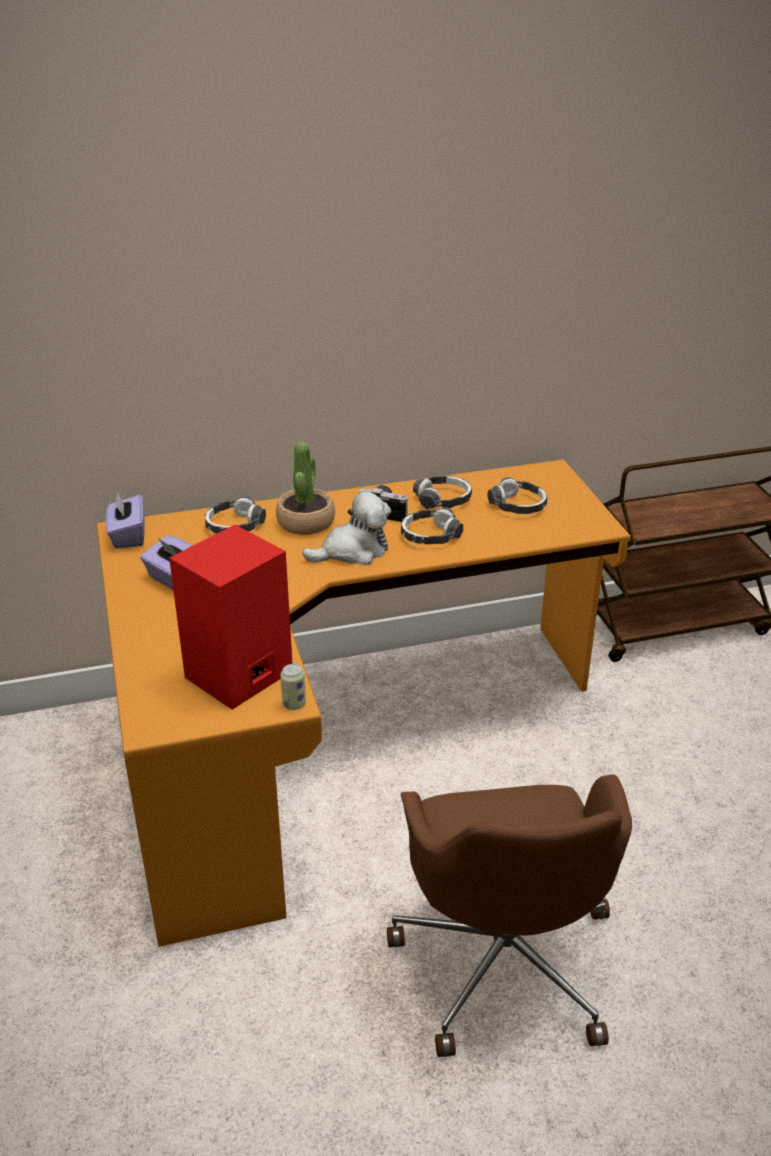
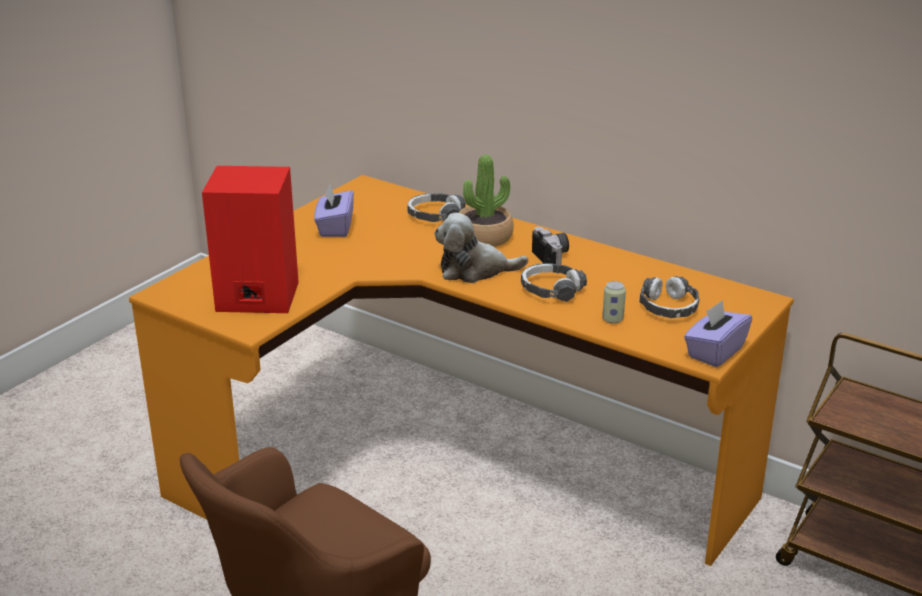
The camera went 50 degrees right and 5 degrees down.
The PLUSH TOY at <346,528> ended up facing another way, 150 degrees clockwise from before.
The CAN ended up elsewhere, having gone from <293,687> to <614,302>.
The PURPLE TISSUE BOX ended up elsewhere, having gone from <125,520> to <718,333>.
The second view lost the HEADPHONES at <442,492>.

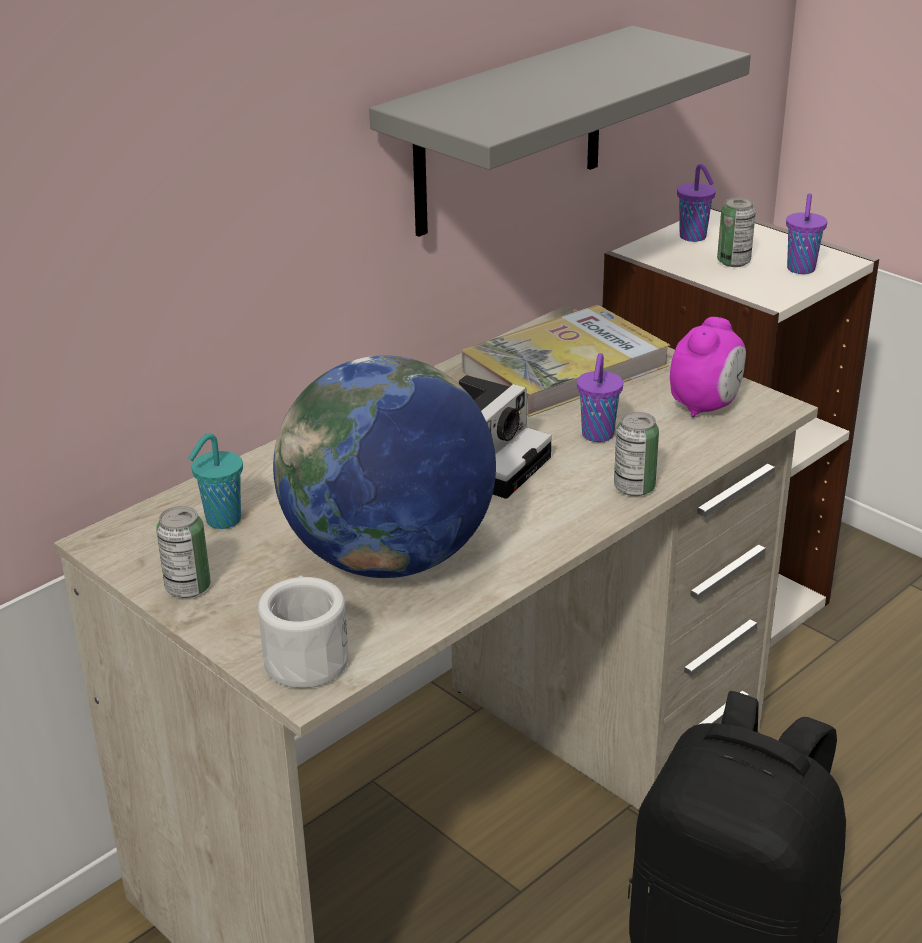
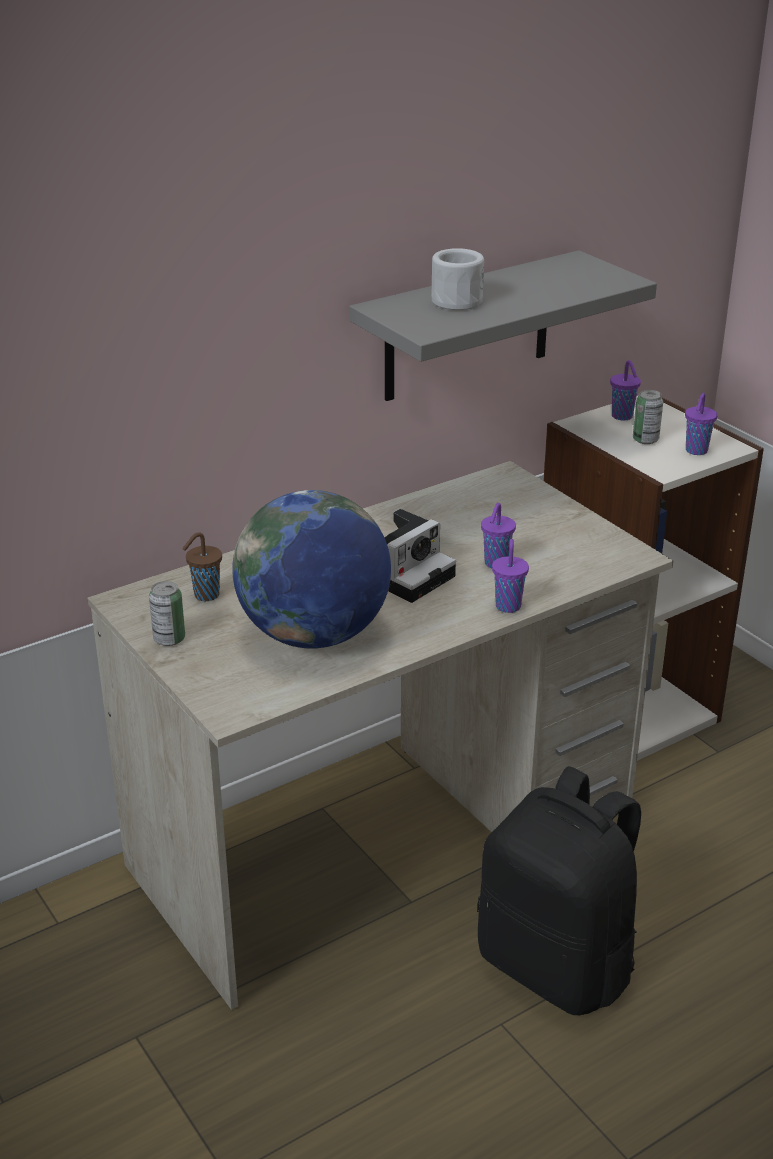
The camera went 10 degrees right and 0 degrees up.
What was the TURQUOISE CUP at <215,481> turned into the BROWN CUP at <202,566>.
The WHITE MUG ended up elsewhere, having gone from <303,631> to <458,279>.
Where the CAN stood at <636,454>, the PURPLE CUP came to stand at <510,576>.
The second view lost the BOOK at <566,361>.
The second view lost the ALARM CLOCK at <708,367>.

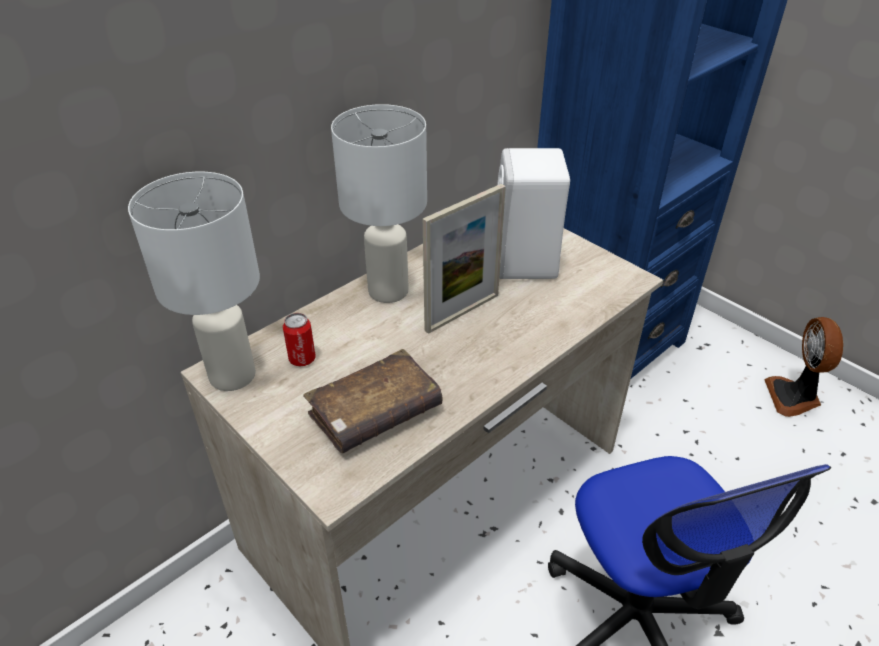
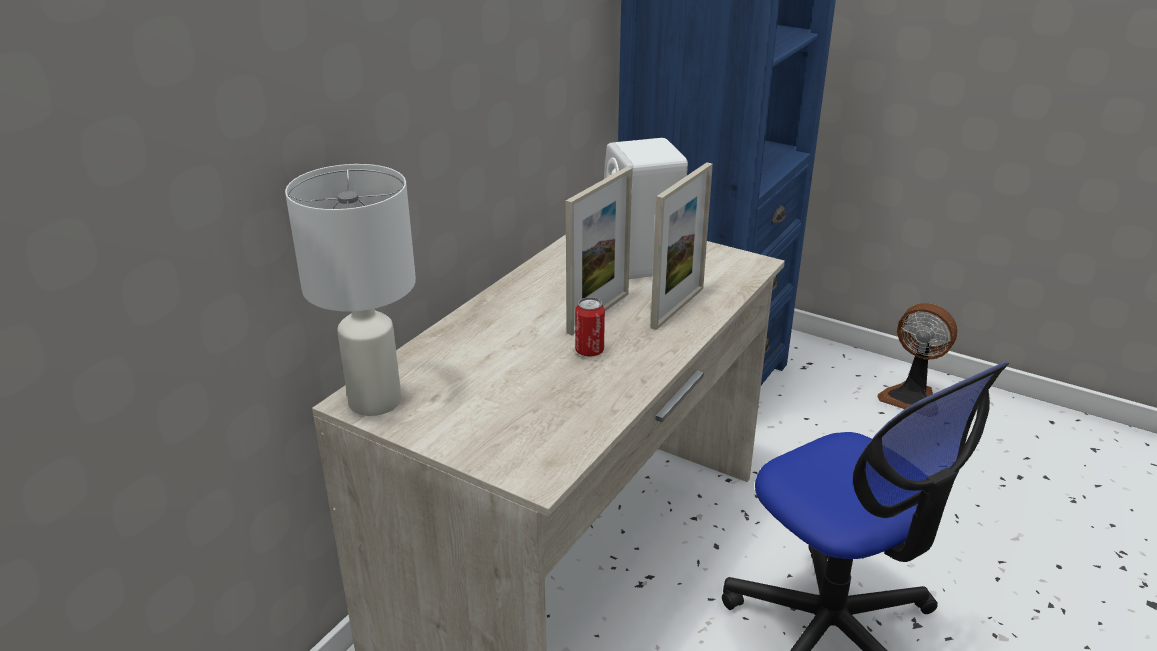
The camera went 15 degrees left and 10 degrees down.
The CAN ended up elsewhere, having gone from <299,339> to <590,327>.
The second view gained the PICTURE FRAME at <681,246>.
The FAN at <803,367> ended up facing another way, 45 degrees counterclockwise from before.
The second view lost the BROWN BOOK at <372,401>.
The second view lost the WHITE TABLE LAMP at <379,203>.

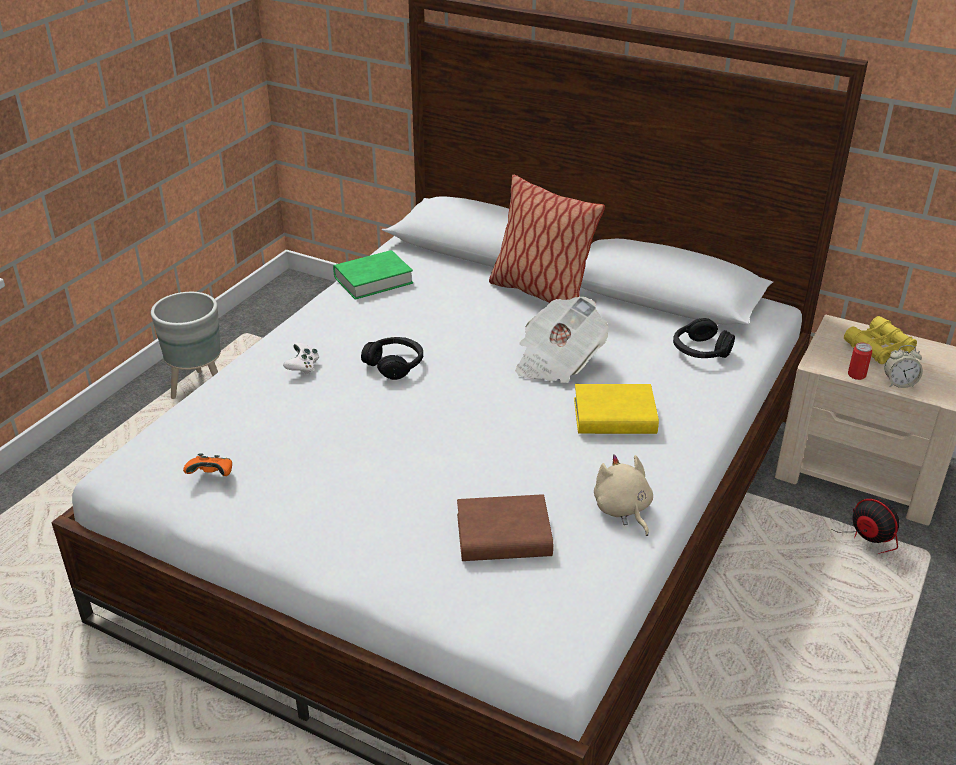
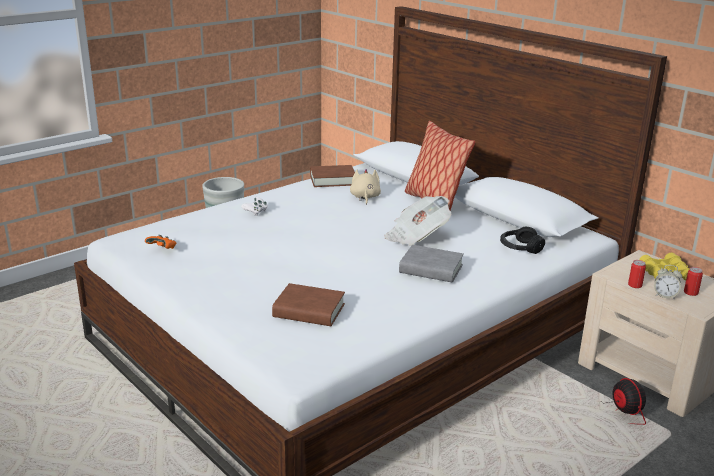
The camera went 20 degrees right and 10 degrees down.
What was the GREEN BOOK at <373,275> turned into the BROWN BOOK at <332,176>.
The BEIGE PLUSH TOY ended up elsewhere, having gone from <623,495> to <365,187>.
What was the YELLOW BOOK at <616,409> turned into the GREY BOOK at <431,264>.
The second view gained the CAN at <693,281>.
The second view lost the BLACK HEADPHONES at <392,358>.

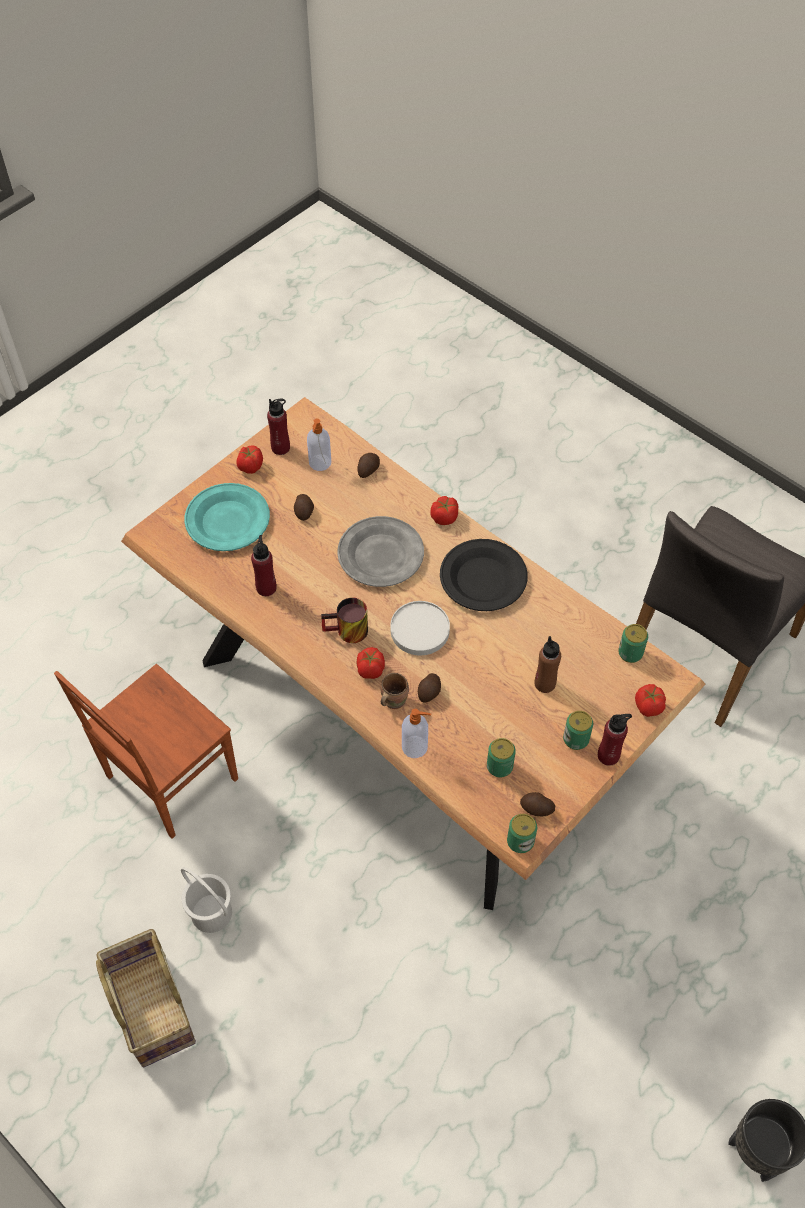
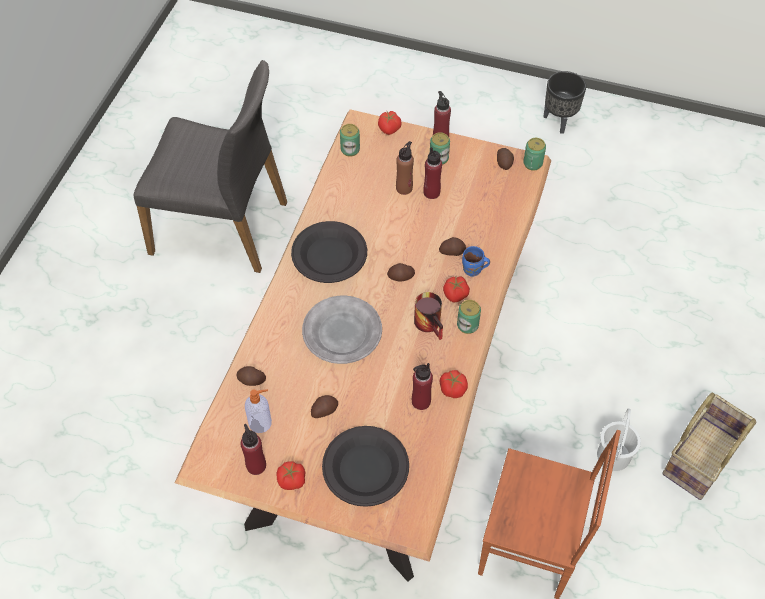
The camera went 115 degrees left and 0 degrees up.
What was the TURQUOISE PLATE at <227,517> turned into the BLACK PLATE at <365,466>.
Where the WHITE PLATE stood at <420,628>, the POTATO came to stand at <401,272>.
The second view gained the RED BOTTLE at <432,173>.
The TOMATO ended up elsewhere, having gone from <444,510> to <454,384>.
The CAN ended up elsewhere, having gone from <501,758> to <469,317>.
What was the BROWN MUG at <395,691> turned into the BLUE MUG at <476,261>.
The second view lost the SOAP DISPENSER at <416,733>.

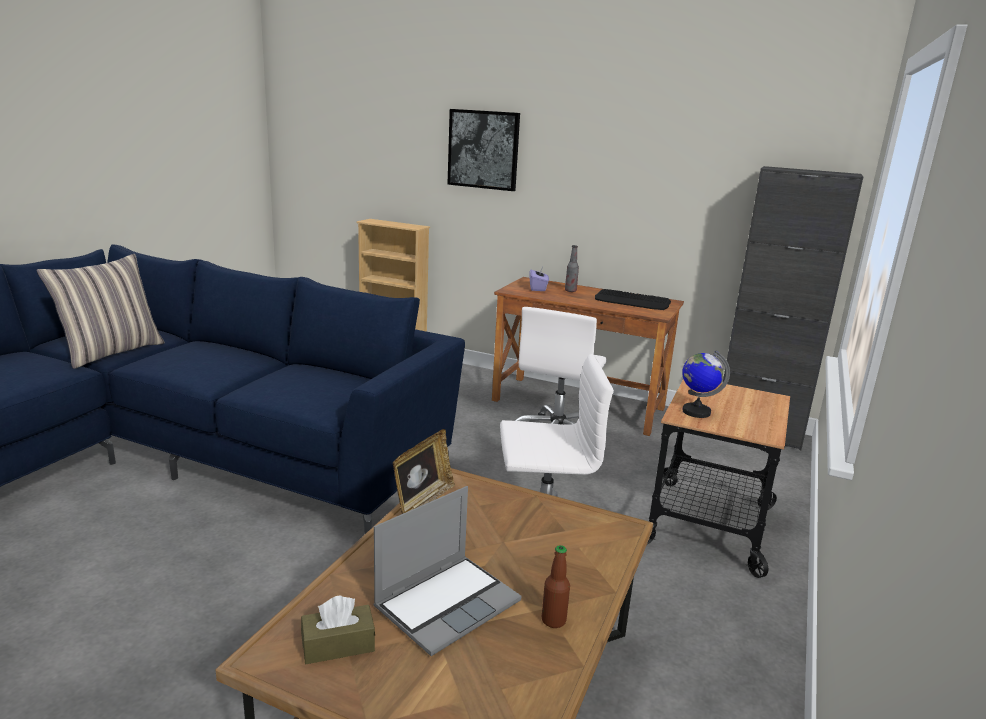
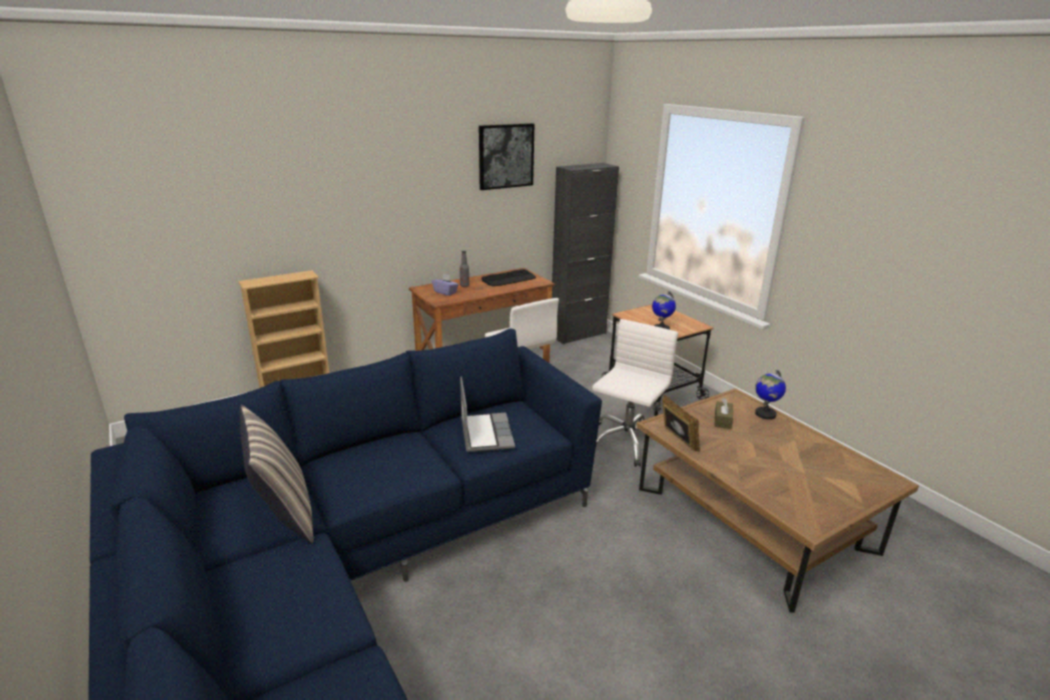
The camera went 55 degrees left and 5 degrees up.
The LAPTOP ended up elsewhere, having gone from <447,571> to <487,414>.
The PICTURE ended up elsewhere, having gone from <483,150> to <506,156>.
The BROWN TISSUE BOX ended up elsewhere, having gone from <338,629> to <724,413>.
The second view gained the GLOBE at <770,395>.
The second view lost the BOTTLE at <556,586>.

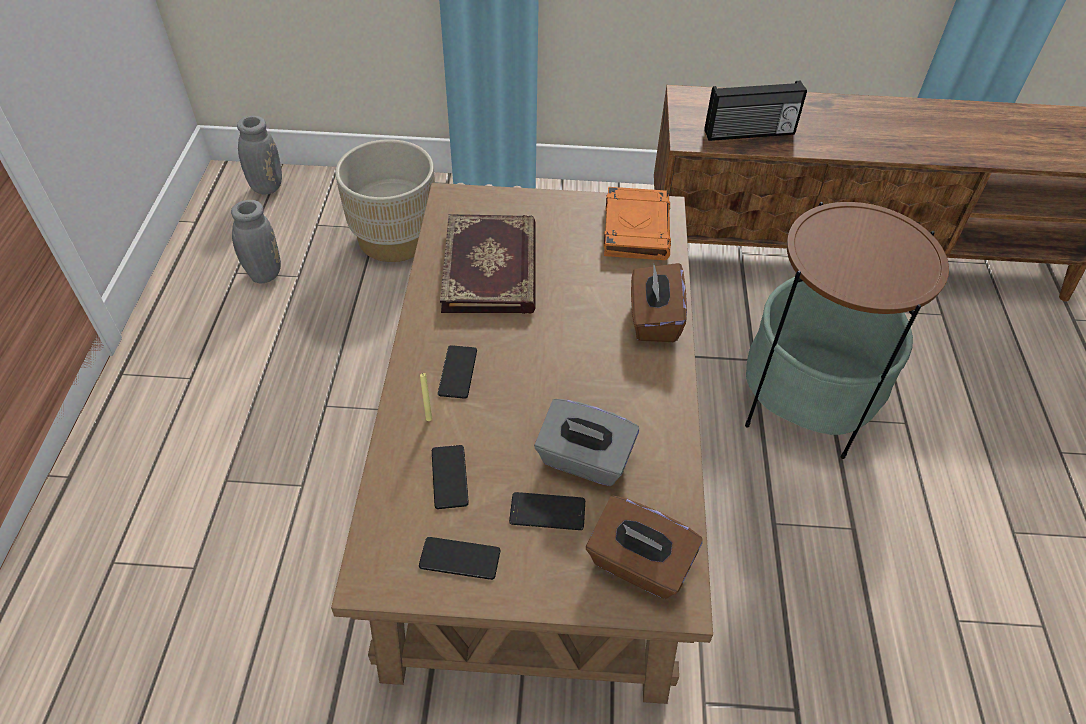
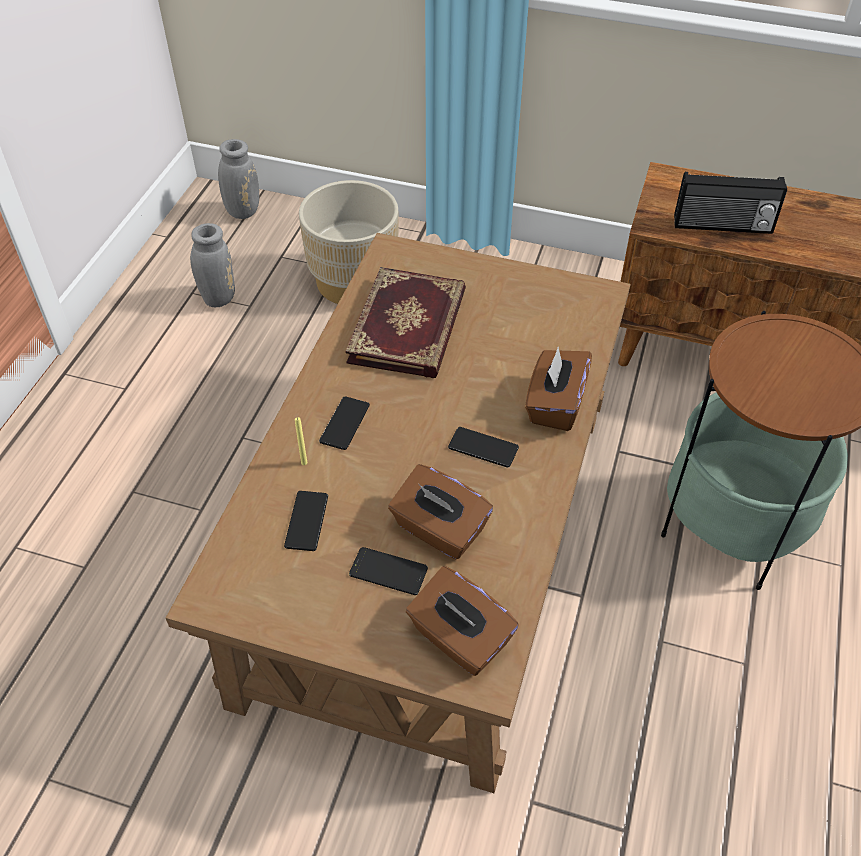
The camera went 15 degrees right and 0 degrees up.
What was the GREY TISSUE BOX at <586,442> turned into the BROWN TISSUE BOX at <440,511>.
The PHONE ended up elsewhere, having gone from <460,558> to <483,447>.
The second view lost the ORANGE BOOK at <637,223>.

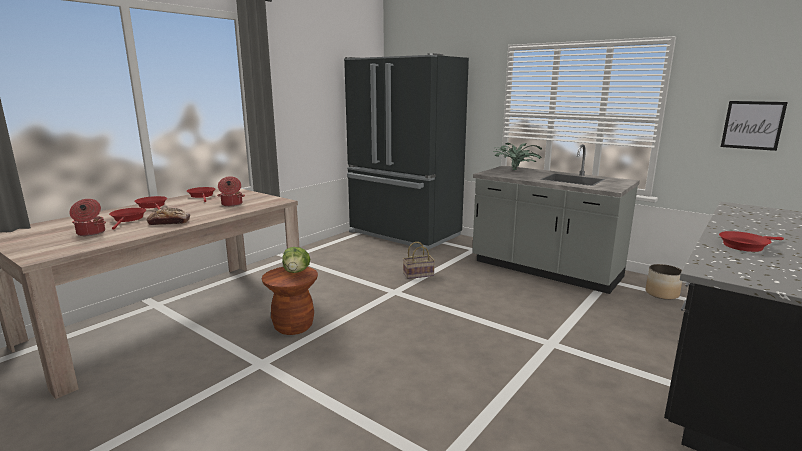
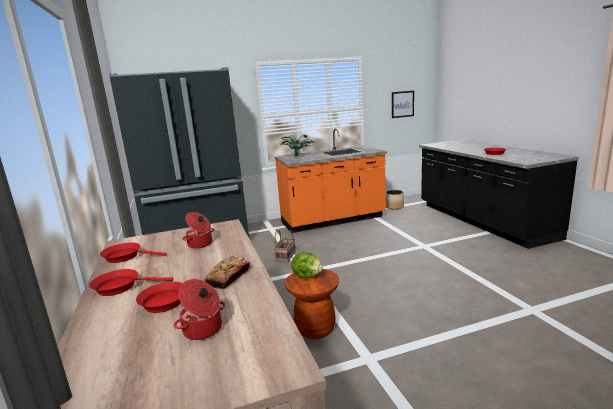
The camera went 55 degrees left and 0 degrees up.
What was the GREY COUNTER at <556,219> turned into the ORANGE COUNTER at <330,180>.

